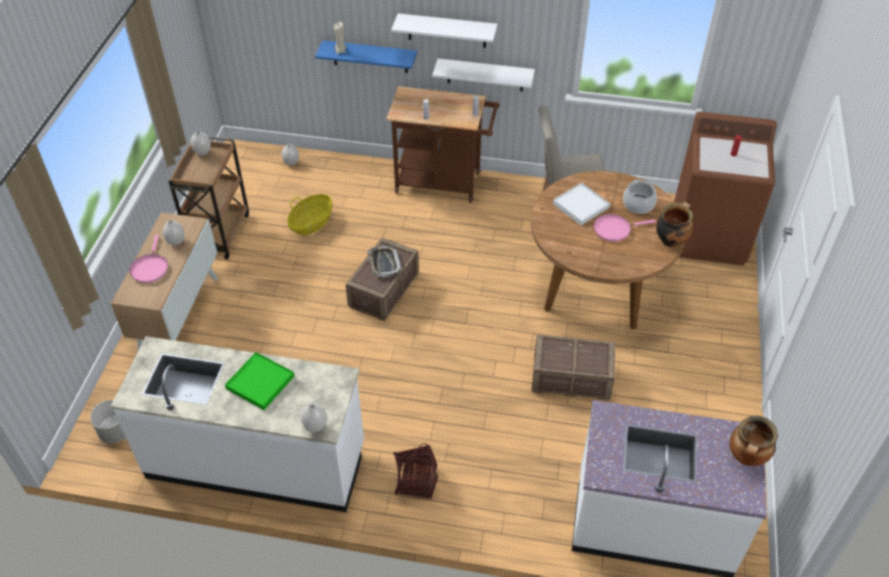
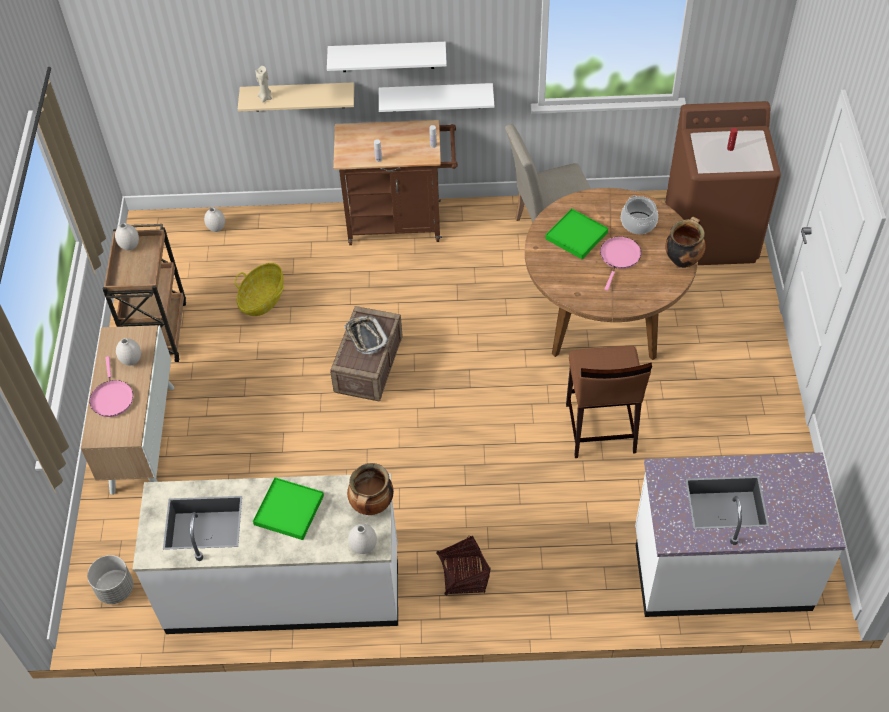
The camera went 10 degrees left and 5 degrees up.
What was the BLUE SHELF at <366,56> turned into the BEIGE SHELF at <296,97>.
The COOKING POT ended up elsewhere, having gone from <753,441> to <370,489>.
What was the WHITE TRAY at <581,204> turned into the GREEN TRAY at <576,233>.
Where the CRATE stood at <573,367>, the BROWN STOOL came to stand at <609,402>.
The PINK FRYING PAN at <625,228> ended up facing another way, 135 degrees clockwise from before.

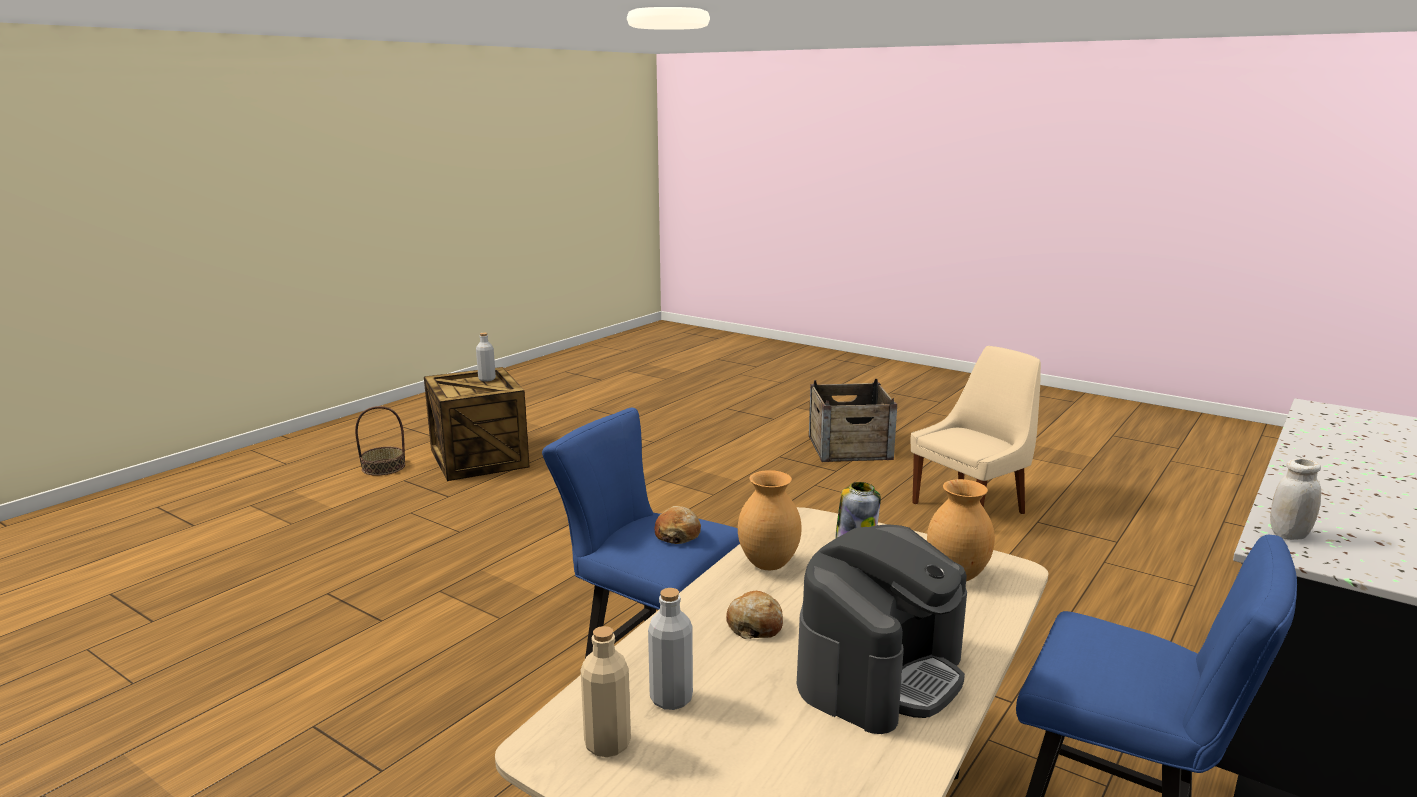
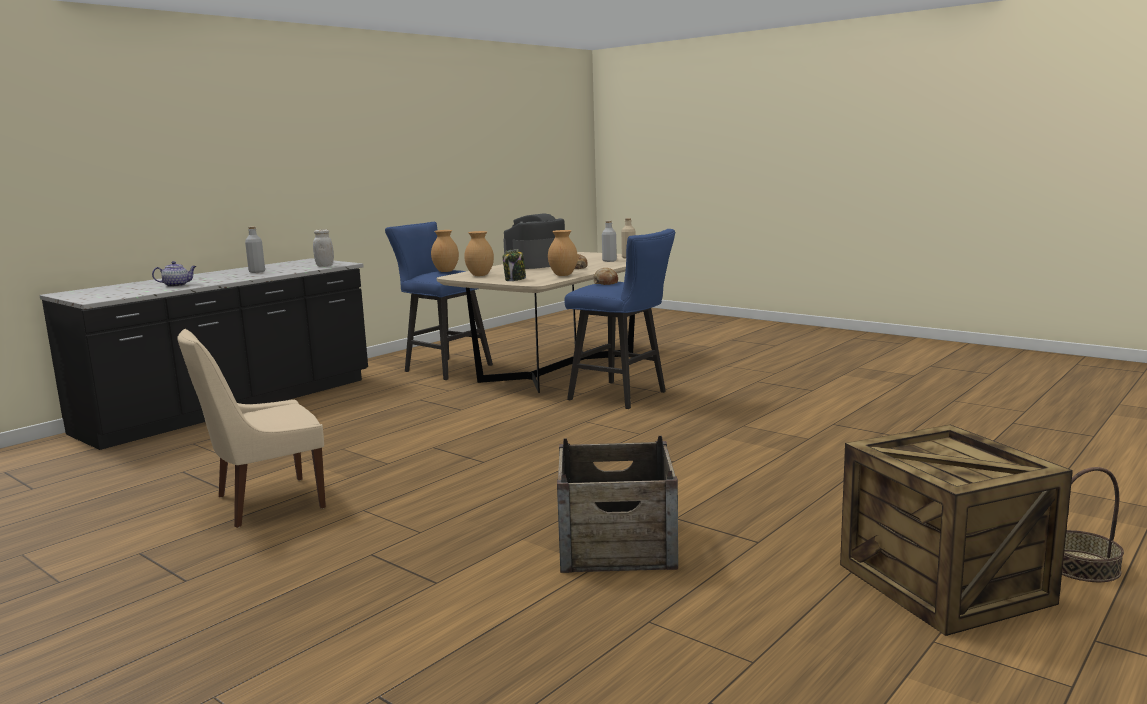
The camera went 175 degrees left and 5 degrees down.
The second view gained the TEAPOT at <174,274>.
The GREY BOTTLE ended up elsewhere, having gone from <486,357> to <255,249>.
The second view gained the BROWN VASE at <445,251>.
The CRATE ended up elsewhere, having gone from <853,420> to <617,504>.

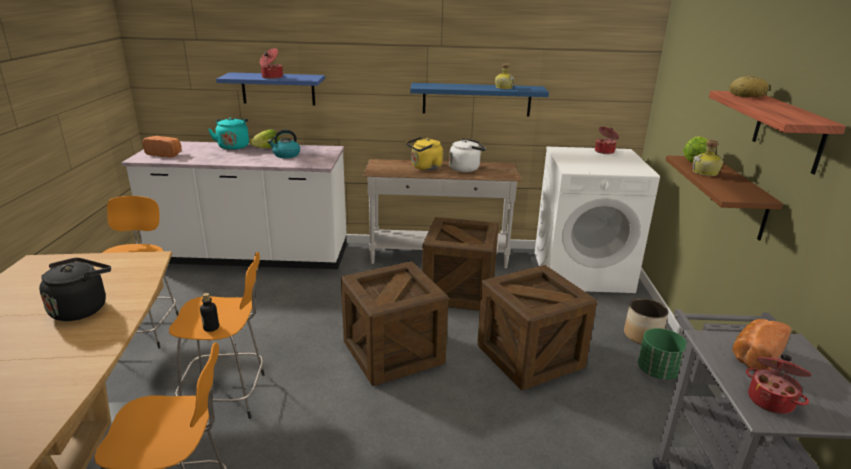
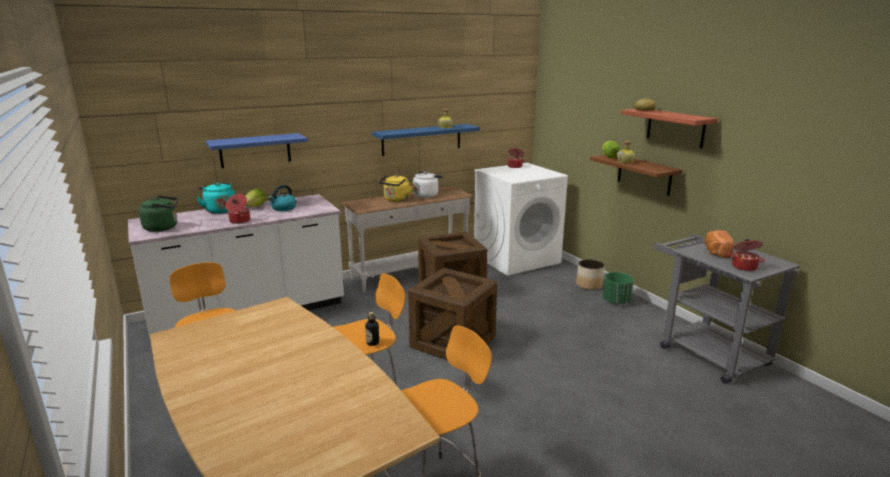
The camera went 30 degrees left and 5 degrees down.
Where the BREAD stood at <162,147>, the GREEN KETTLE came to stand at <158,214>.
The COOKING POT ended up elsewhere, having gone from <271,63> to <238,209>.
The second view lost the BLACK KETTLE at <75,289>.
The second view lost the CRATE at <537,327>.

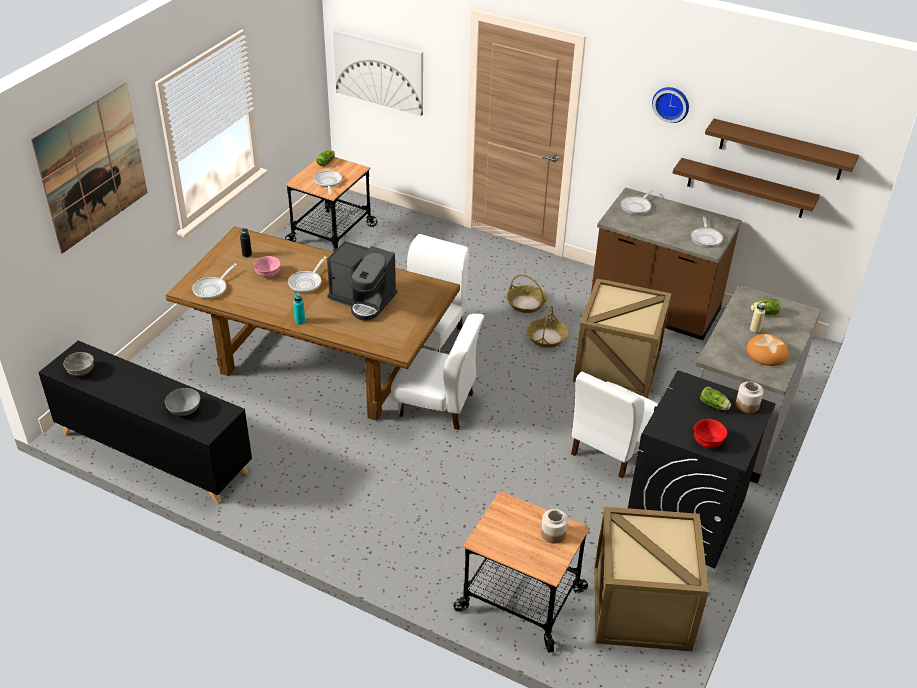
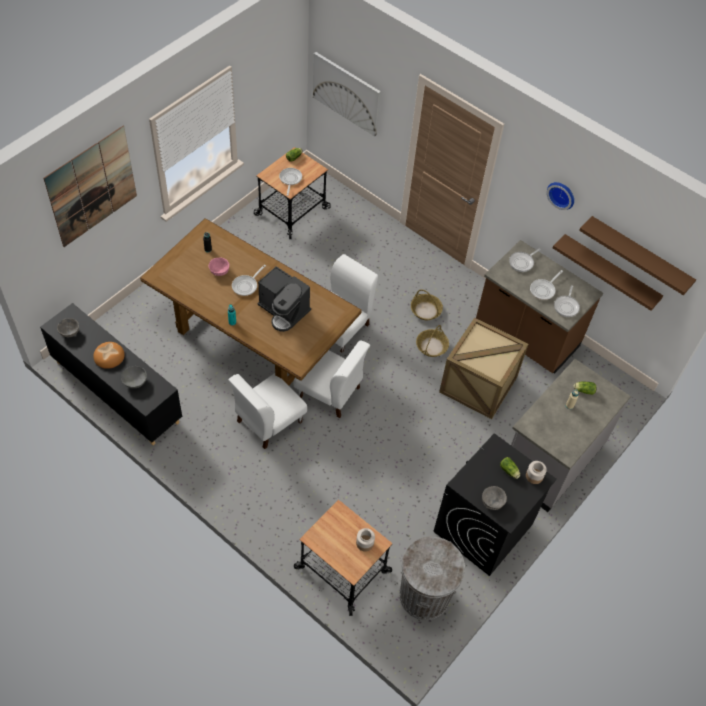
The camera went 10 degrees right and 15 degrees up.
The BREAD ended up elsewhere, having gone from <767,350> to <109,355>.
The WHITE CHAIR ended up elsewhere, having gone from <614,424> to <267,411>.
Where the CRATE stood at <651,579>, the GREY TRASH CAN came to stand at <432,578>.
What was the RED BOWL at <710,433> turned into the GREY BOWL at <494,498>.
The FRYING PAN ended up elsewhere, having gone from <214,281> to <546,285>.

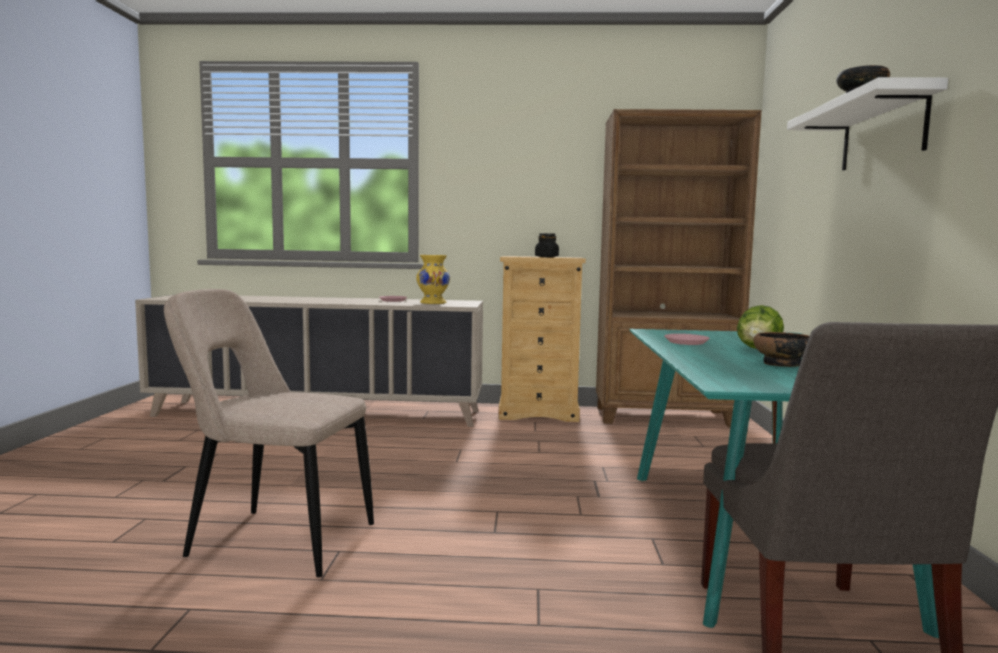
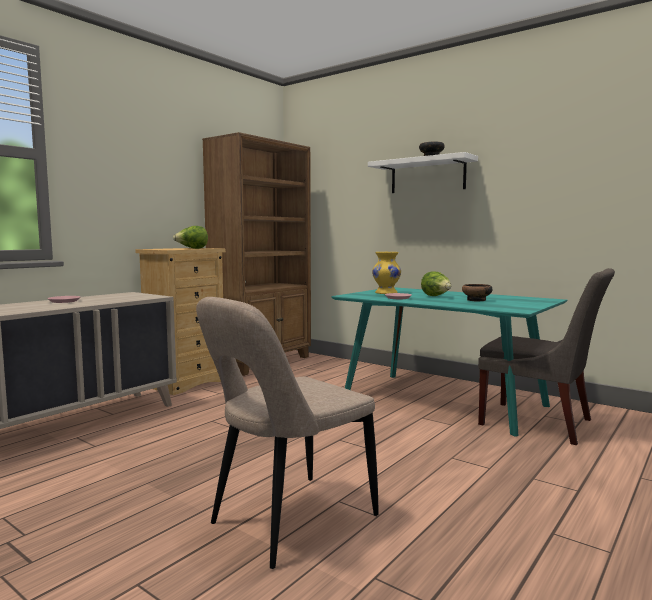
The camera went 55 degrees left and 0 degrees up.
Where the BLACK JAR stood at <547,245>, the LETTUCE came to stand at <190,237>.
The YELLOW VASE ended up elsewhere, having gone from <433,279> to <386,273>.

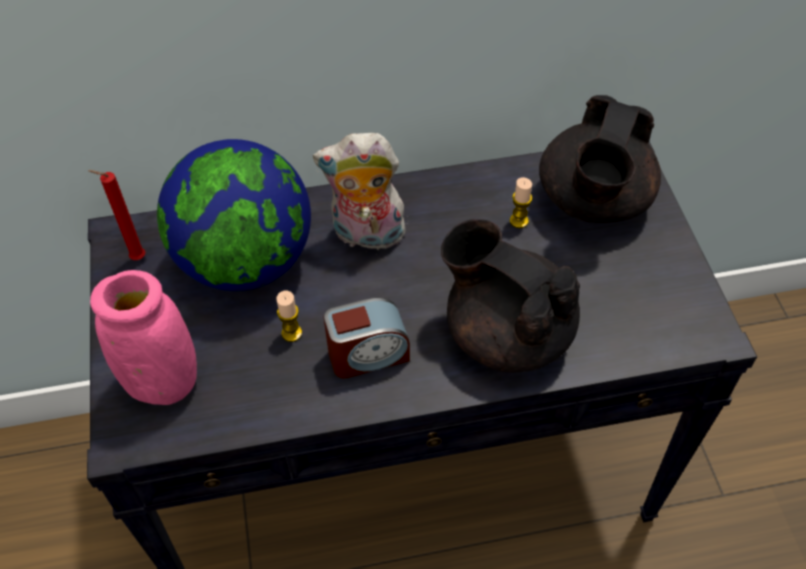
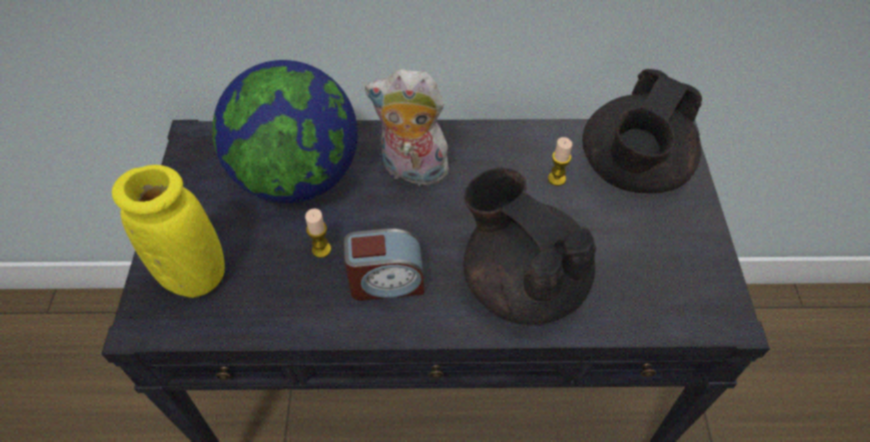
The camera went 10 degrees right and 0 degrees up.
What was the PINK VASE at <143,337> turned into the YELLOW VASE at <168,231>.
The second view lost the RED CANDLE at <116,215>.

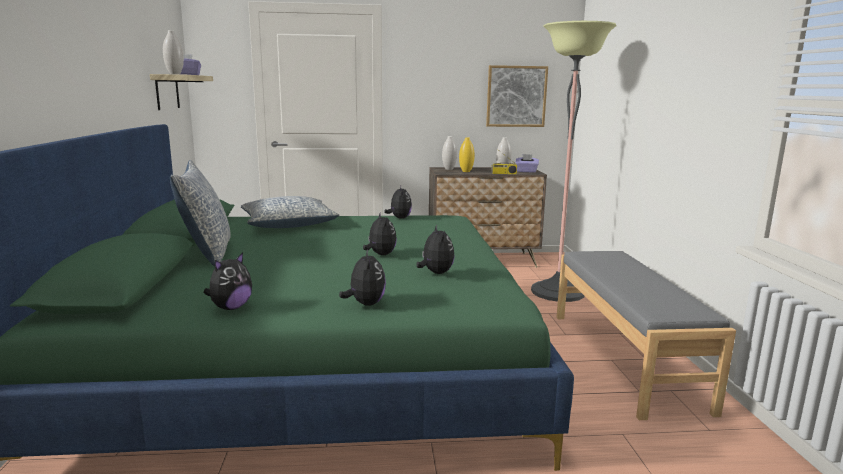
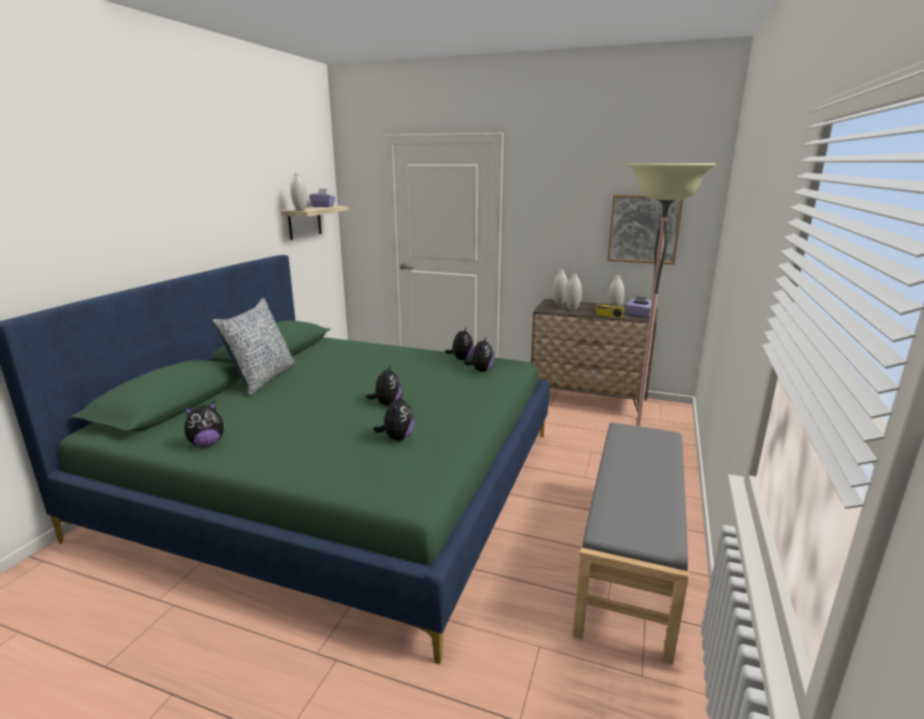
The camera went 25 degrees right and 5 degrees up.
The PLUSH TOY ended up elsewhere, having gone from <362,277> to <479,354>.
What was the YELLOW VASE at <467,154> turned into the WHITE VASE at <573,292>.
The second view lost the PILLOW at <289,212>.

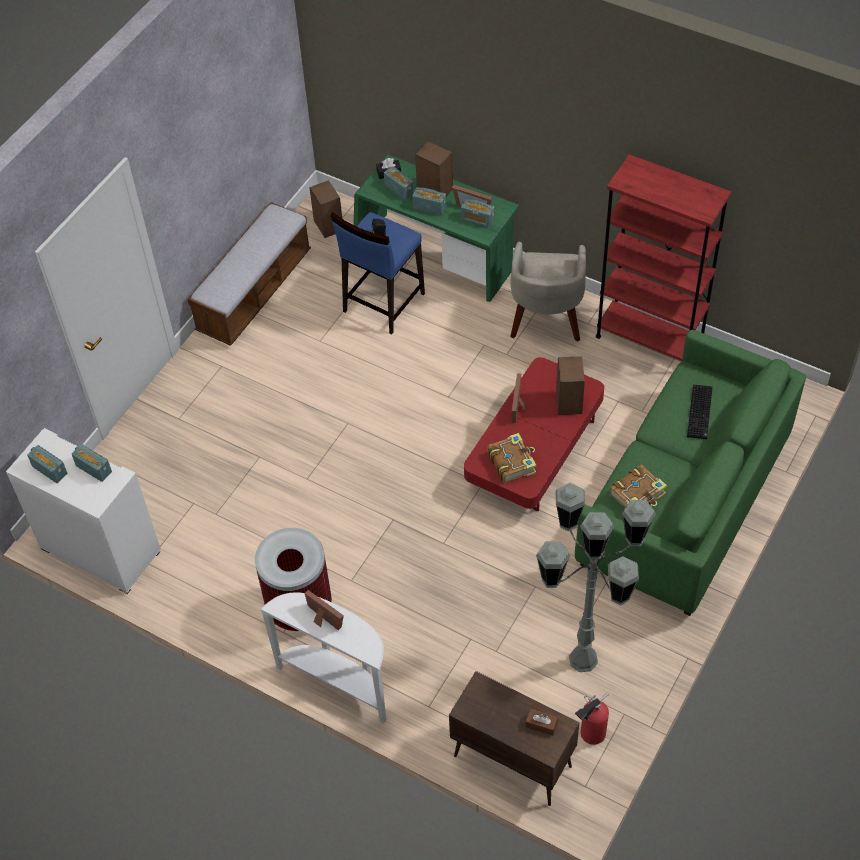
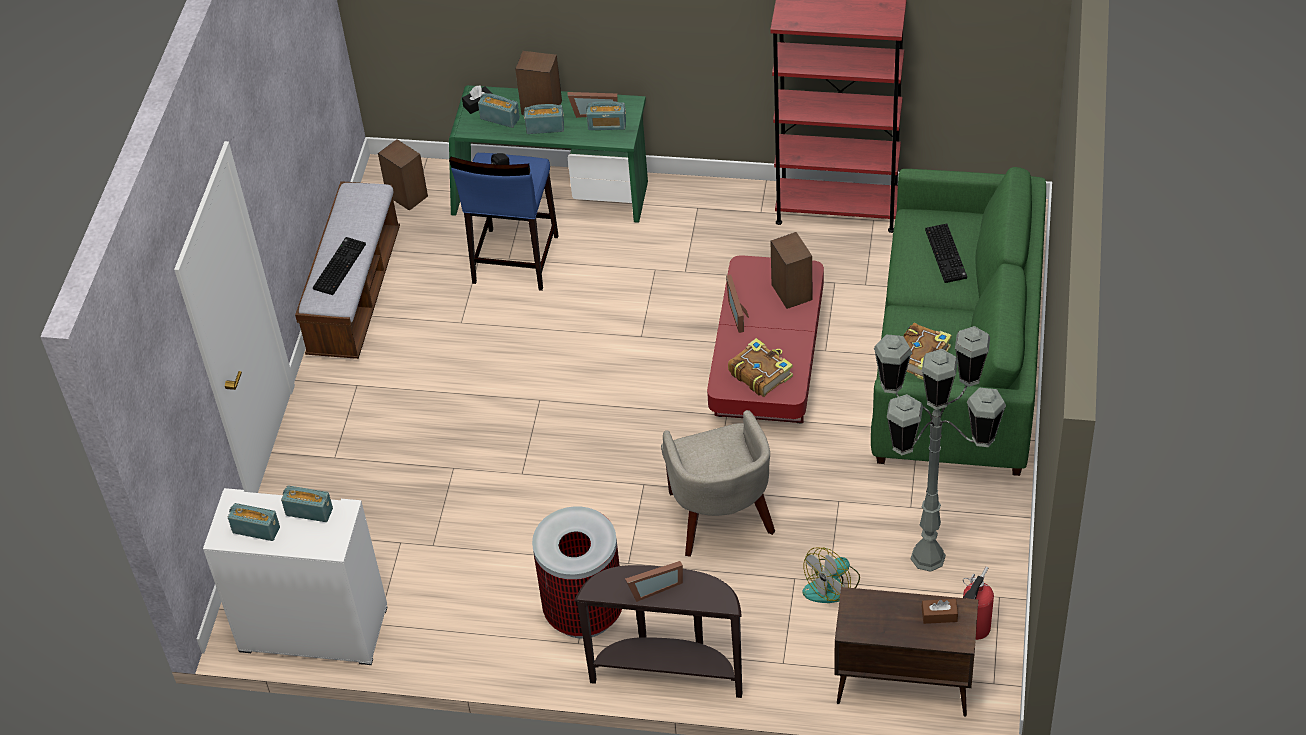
The camera went 20 degrees left and 5 degrees down.
The second view gained the KEYBOARD at <339,266>.
What was the WHITE CONSOLE TABLE at <323,657> turned into the BROWN CONSOLE TABLE at <658,631>.
The PICTURE FRAME at <324,610> ended up facing another way, 135 degrees clockwise from before.
The BEIGE ARMCHAIR ended up elsewhere, having gone from <548,292> to <718,483>.
The second view gained the FAN at <831,575>.

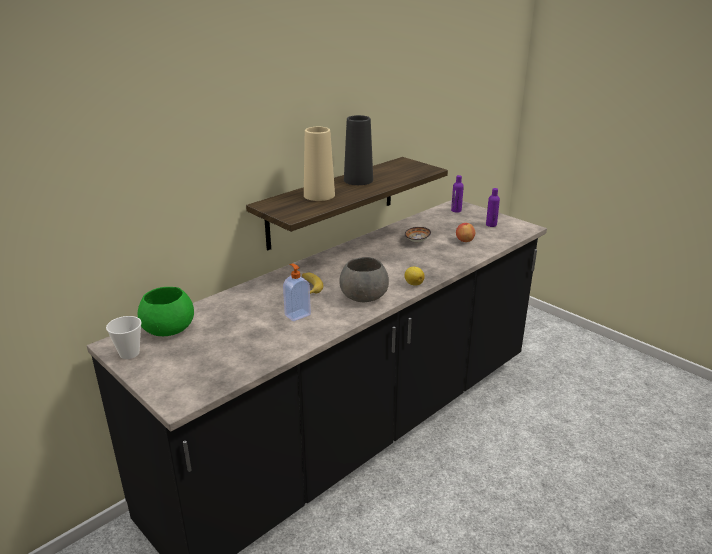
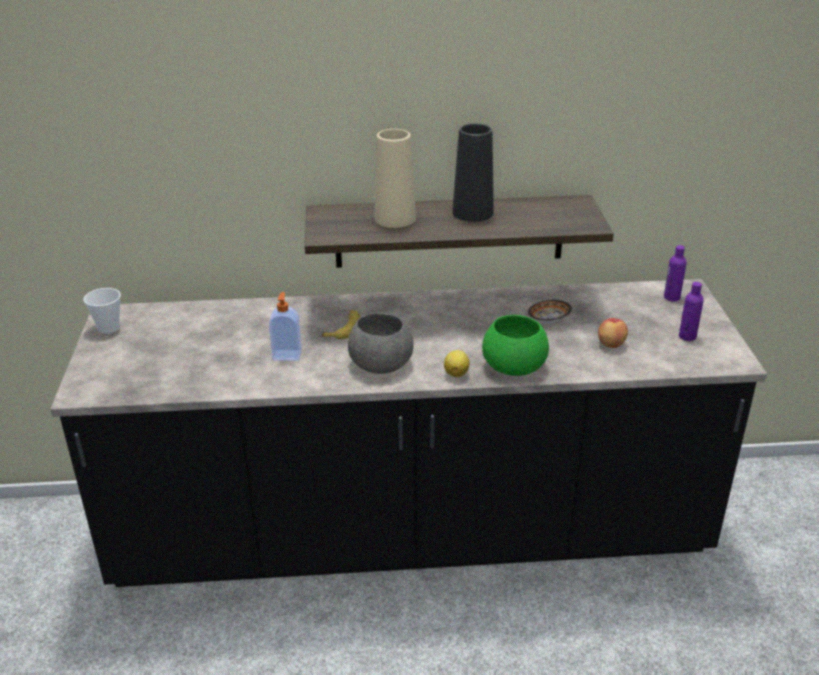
The camera went 40 degrees right and 5 degrees up.
The GREEN BOWL ended up elsewhere, having gone from <166,311> to <515,345>.

